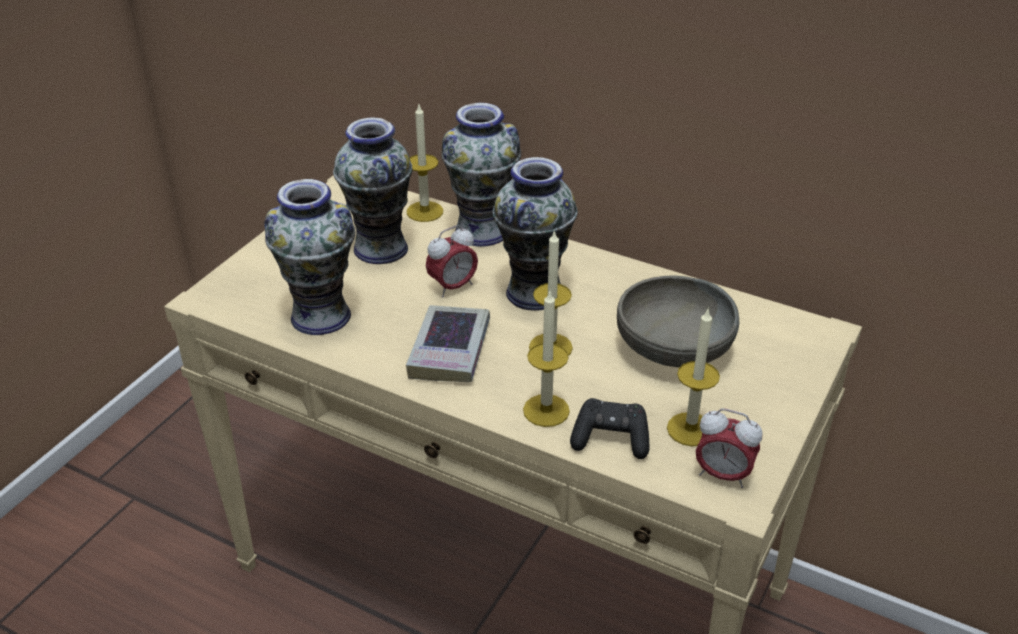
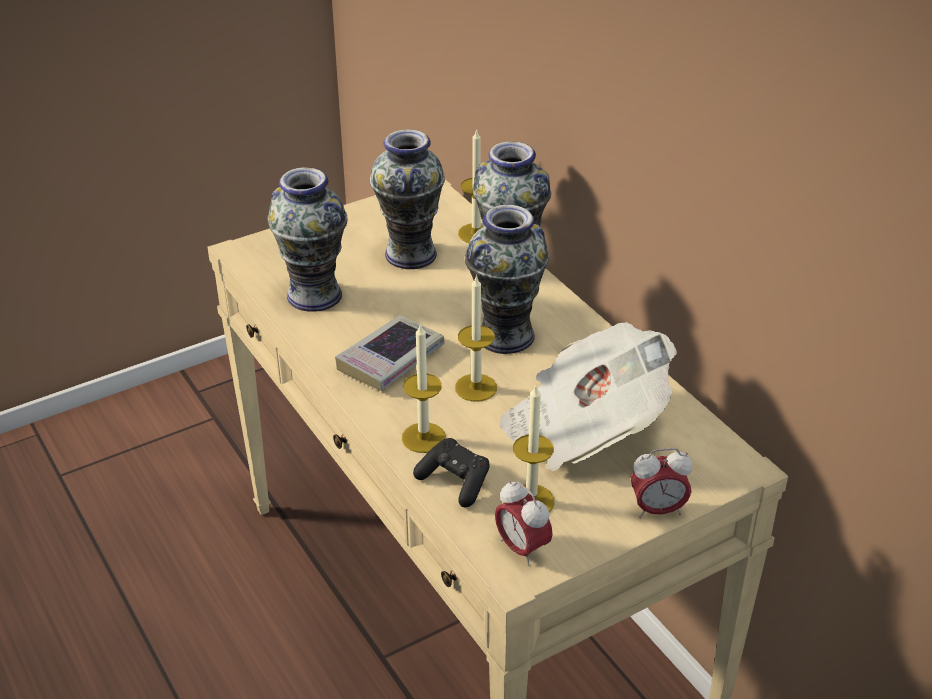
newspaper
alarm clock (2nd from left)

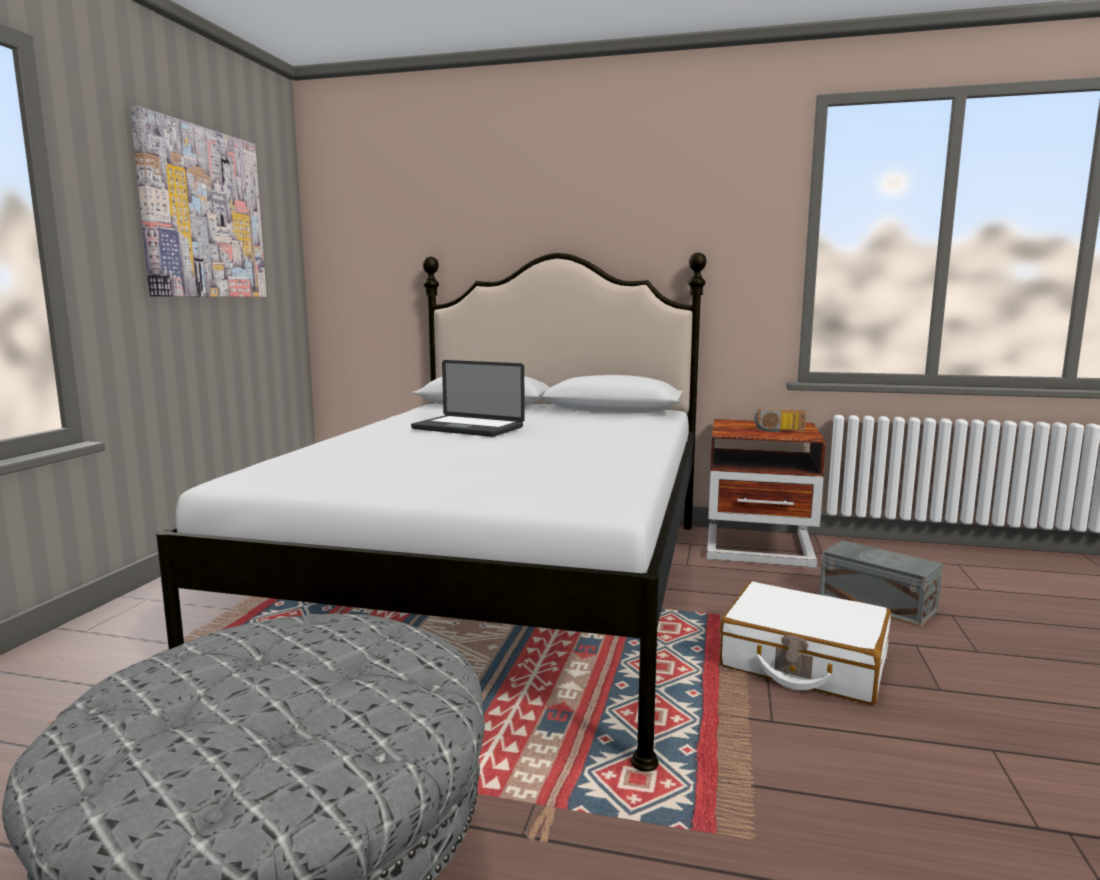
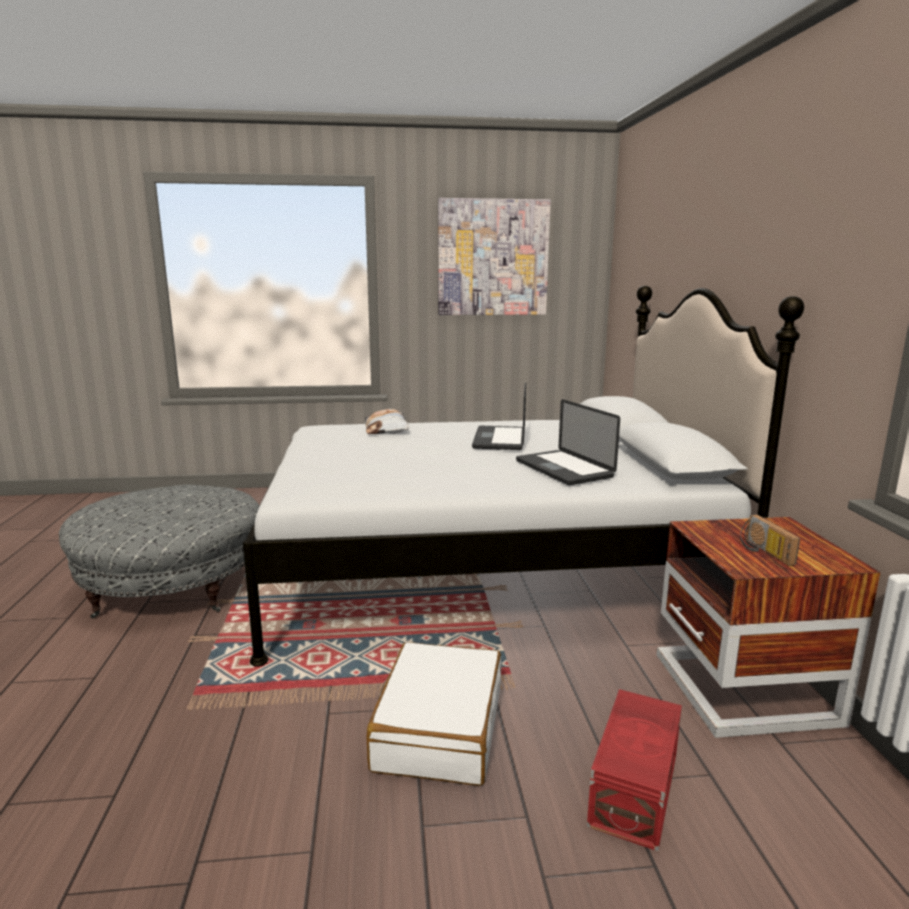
pillow
laptop (2nd from left)
red storage box

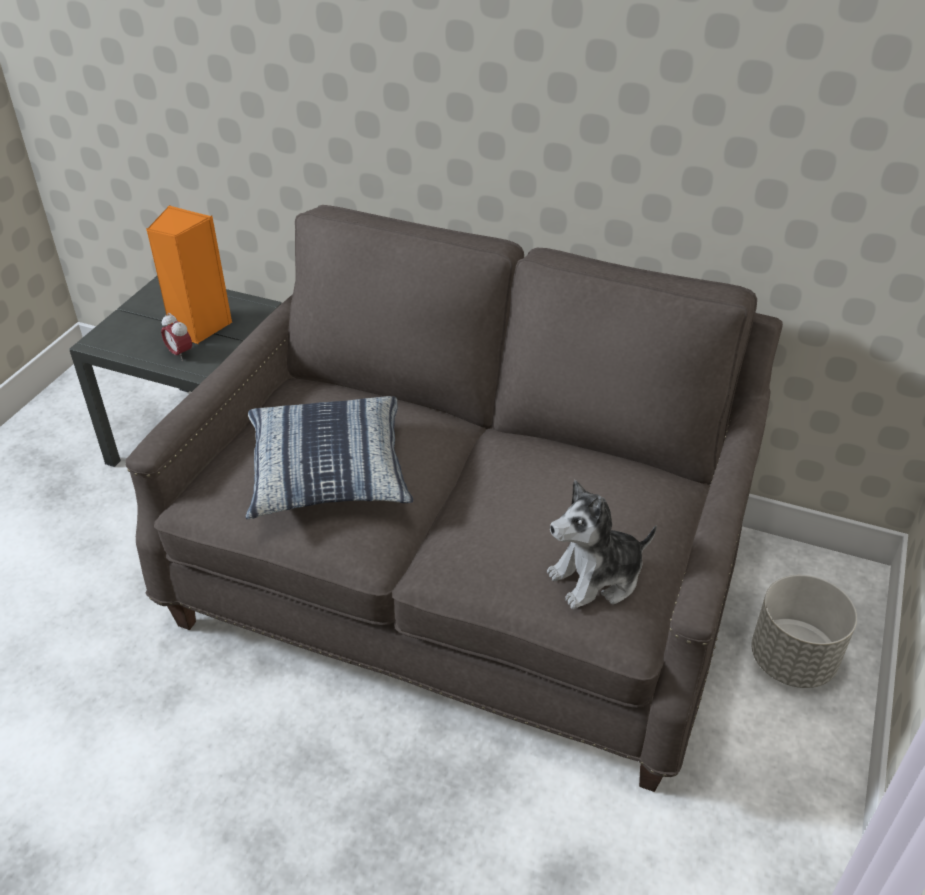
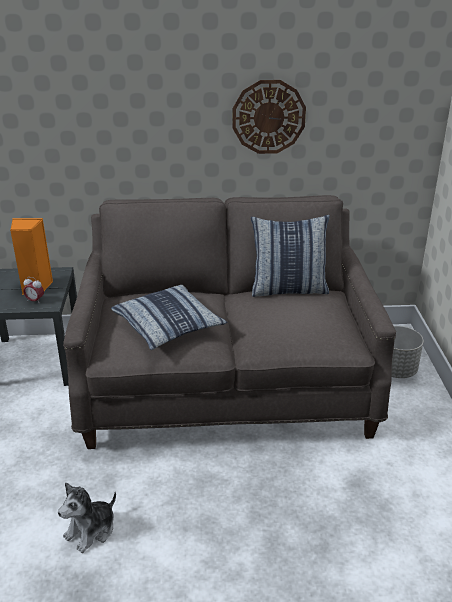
plush toy
wall clock
pillow (2nd from left)

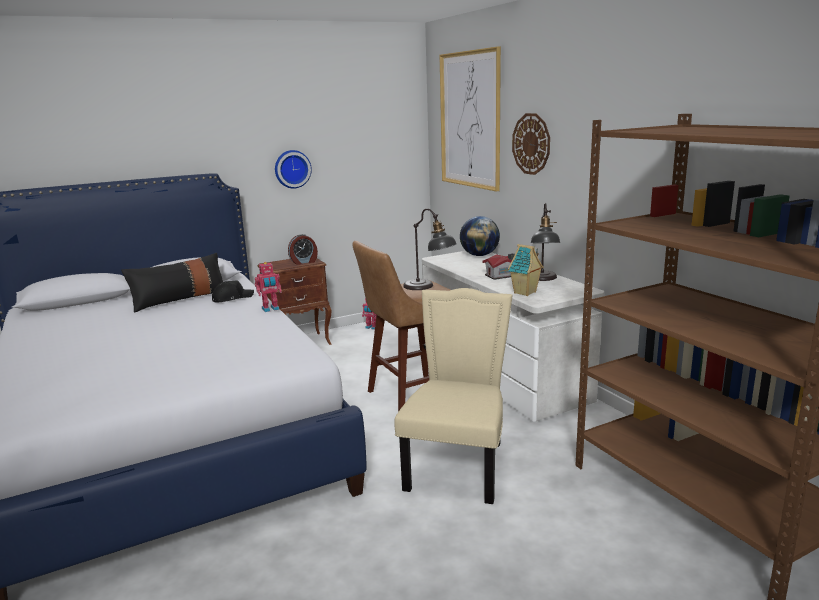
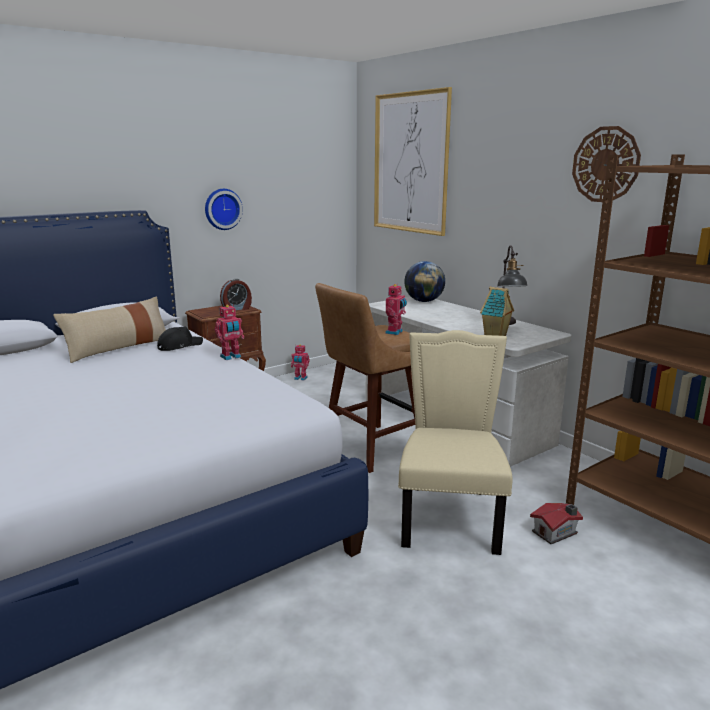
beige pillow
toy robot (3rd from left)
toy house (2nd from left)
wall clock (2nd from left)

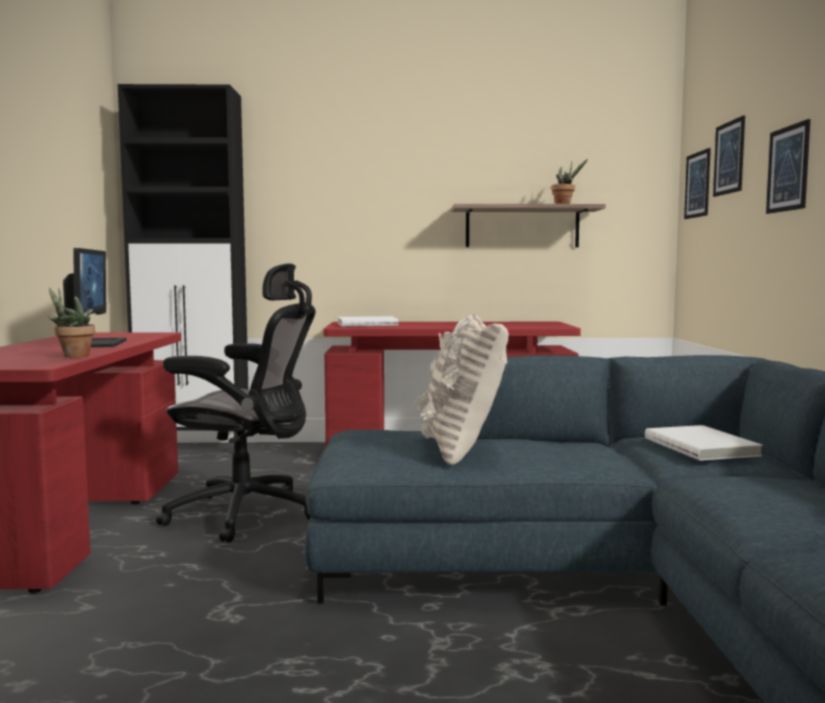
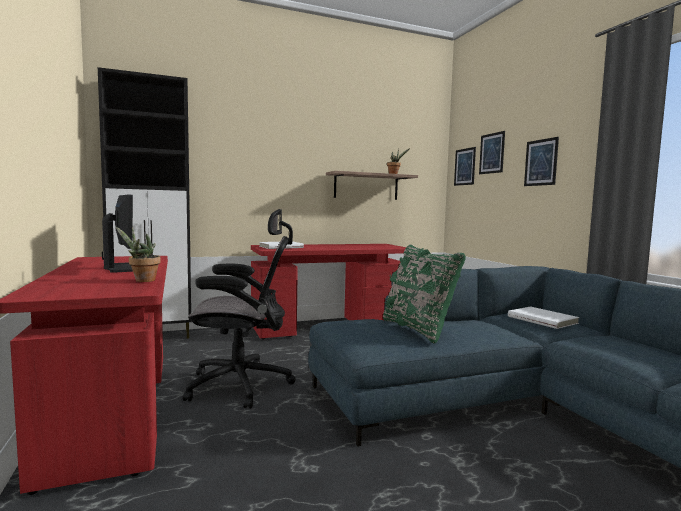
green pillow

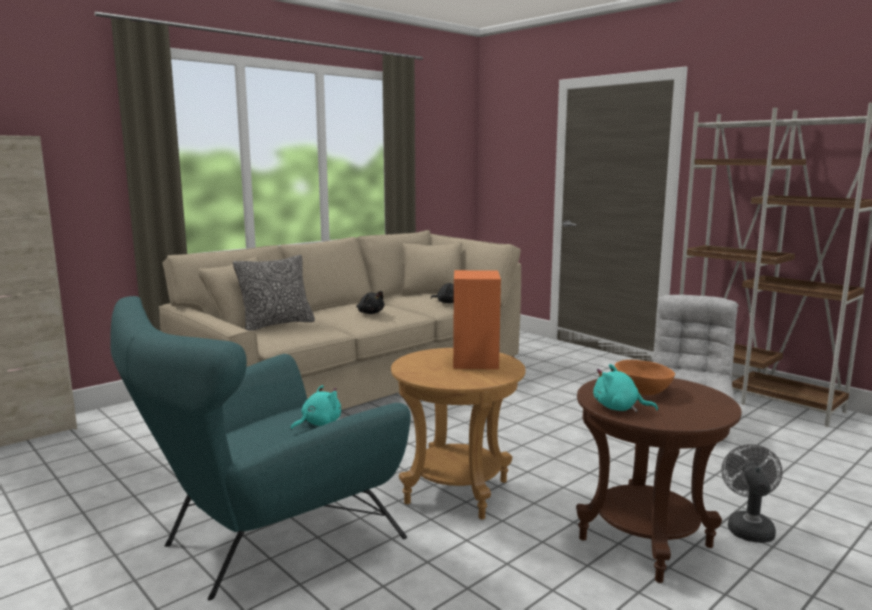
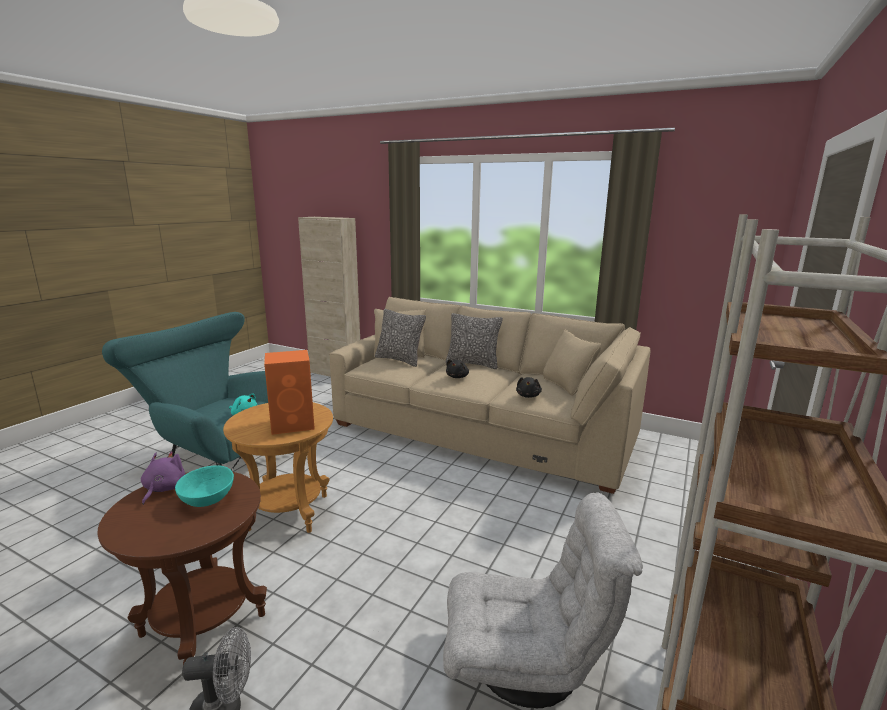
purple plush toy
turquoise bowl
pillow (2nd from left)

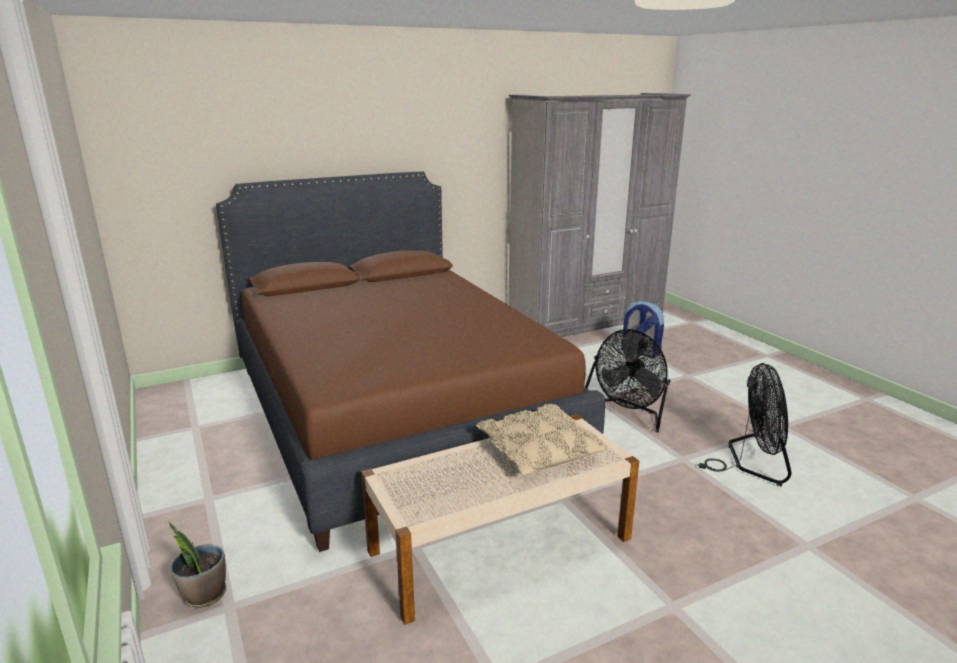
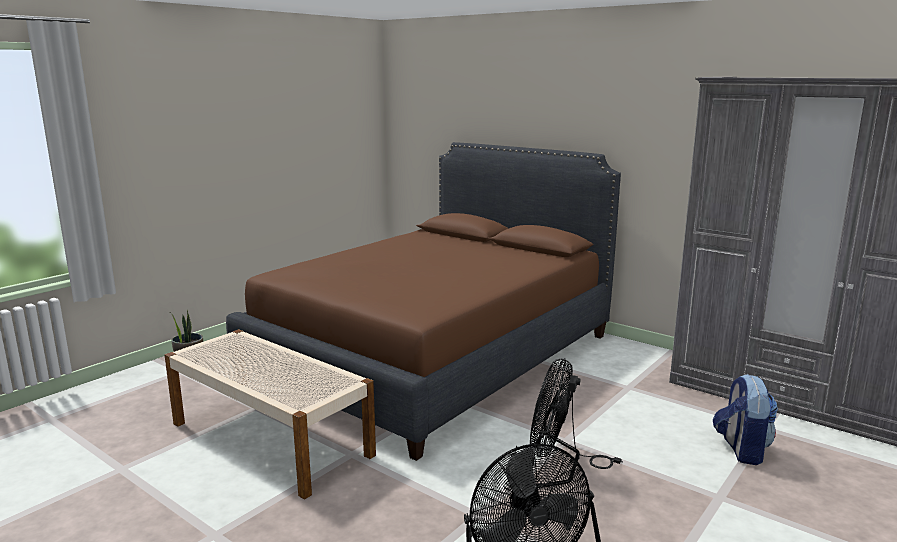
beige pillow

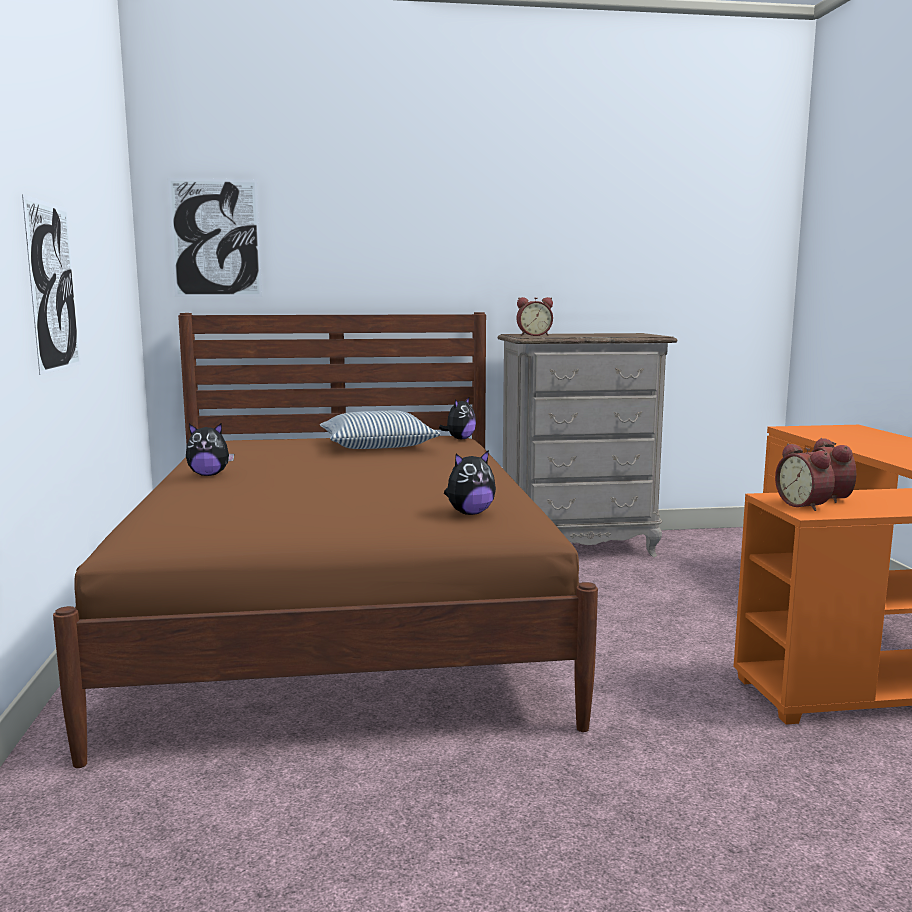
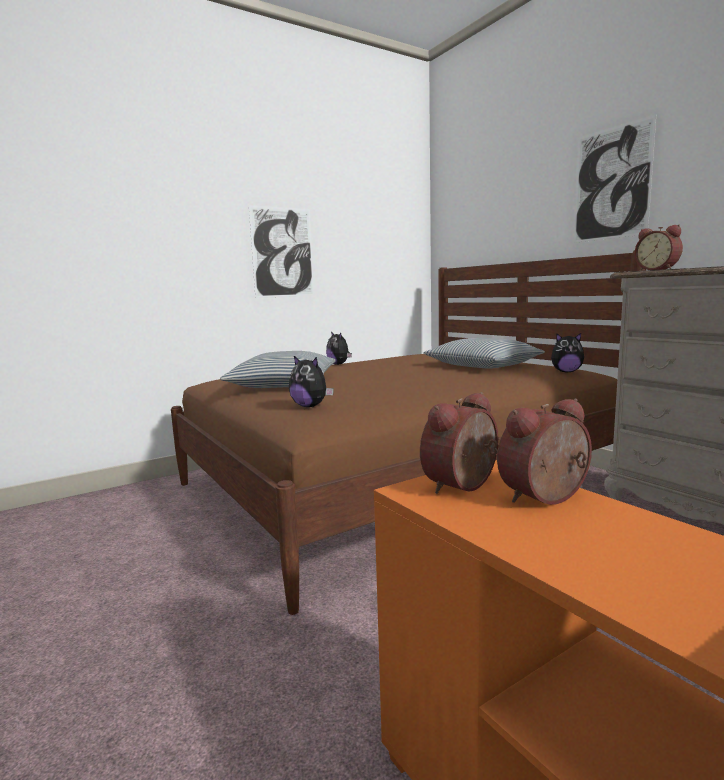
pillow (1st from left)
picture (2nd from left)

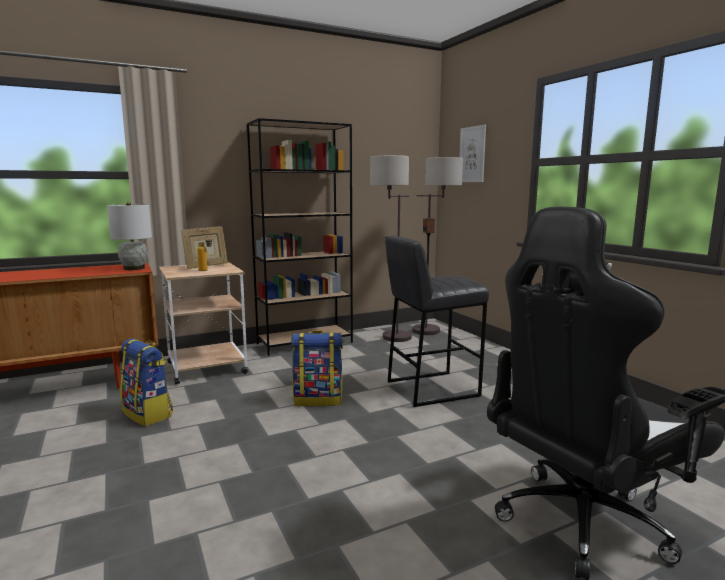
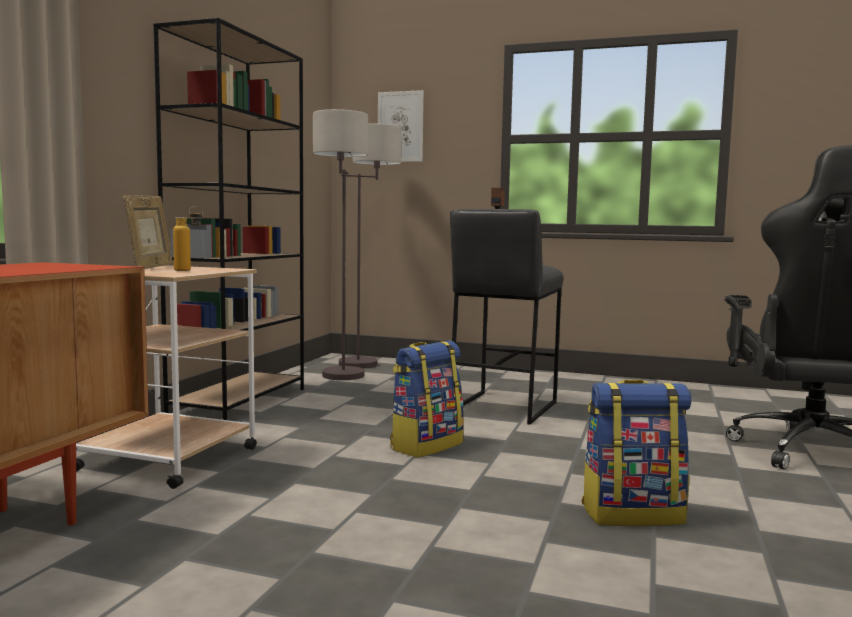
backpack (2nd from left)
white table lamp

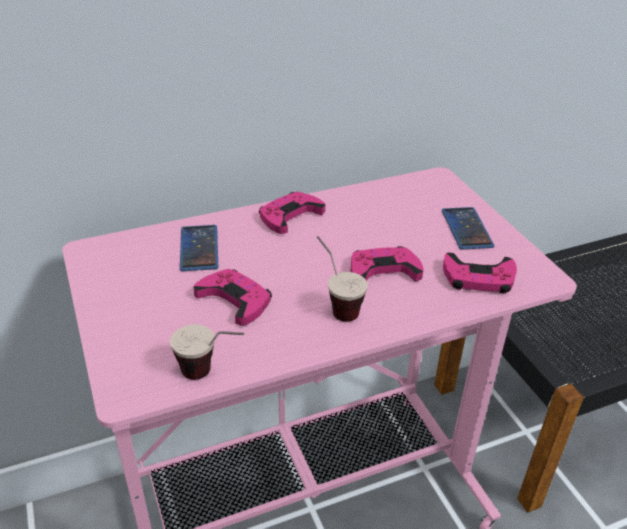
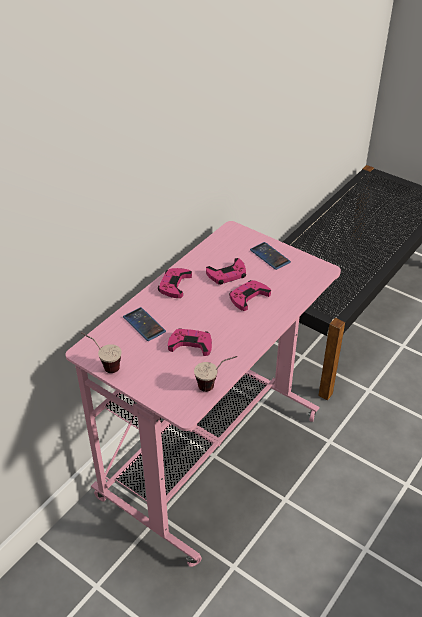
cup (1st from left)
pink game controller (3rd from left)

